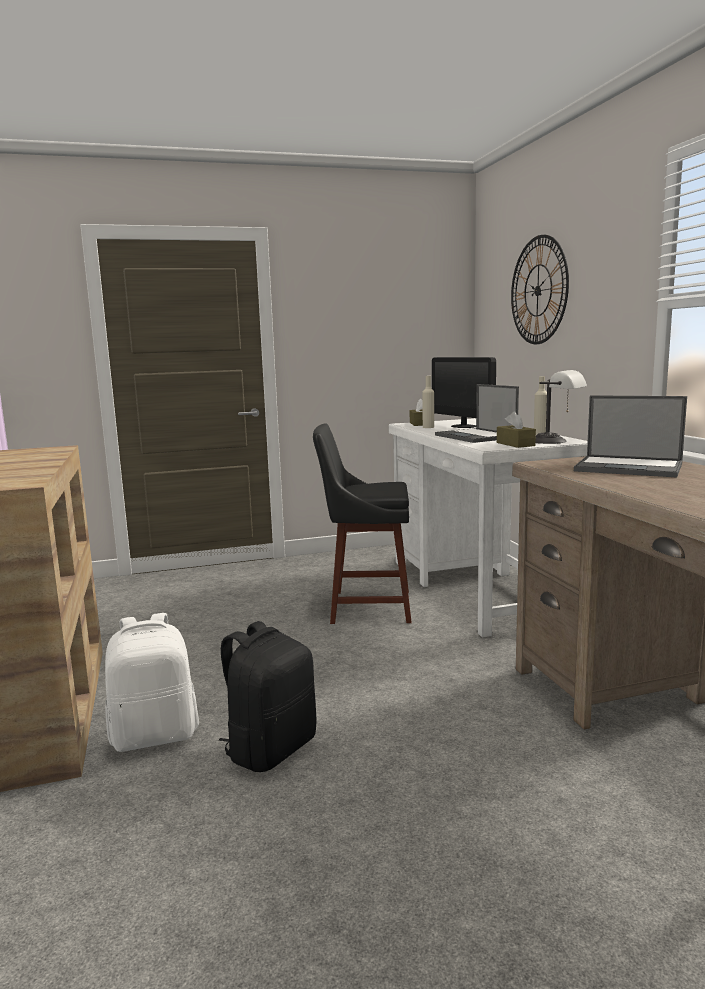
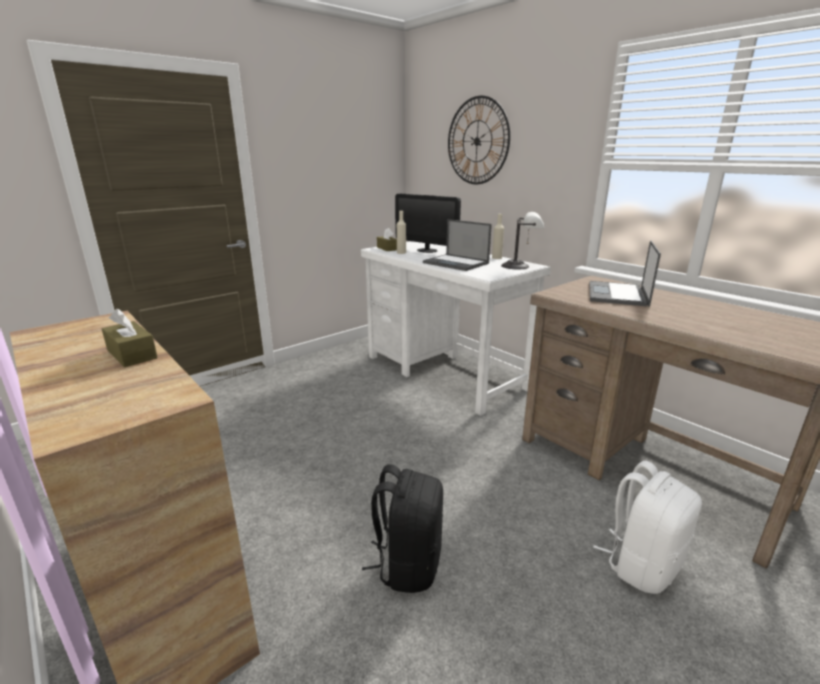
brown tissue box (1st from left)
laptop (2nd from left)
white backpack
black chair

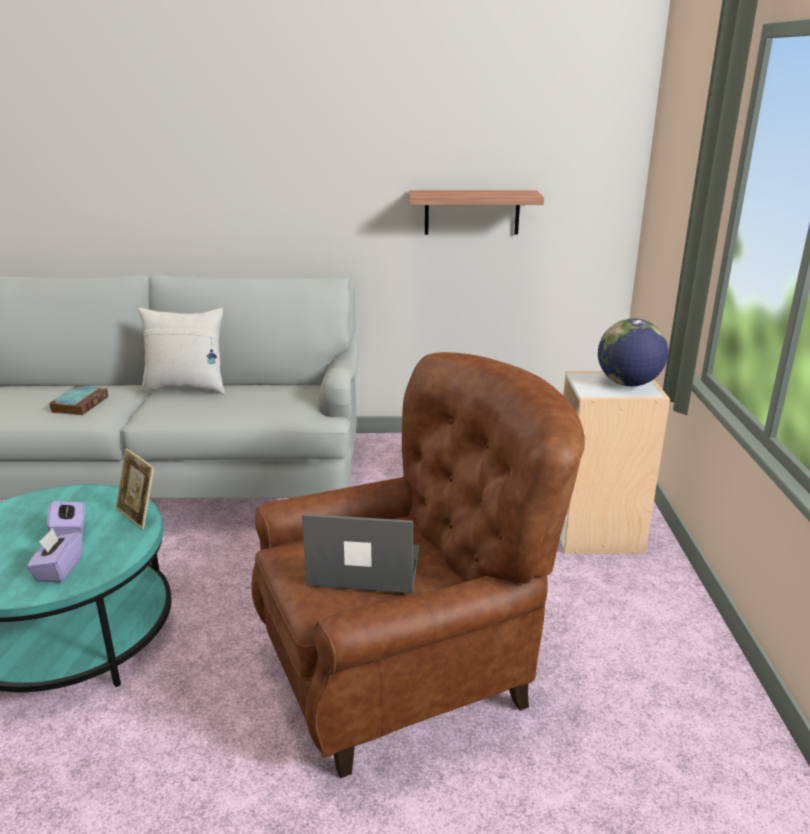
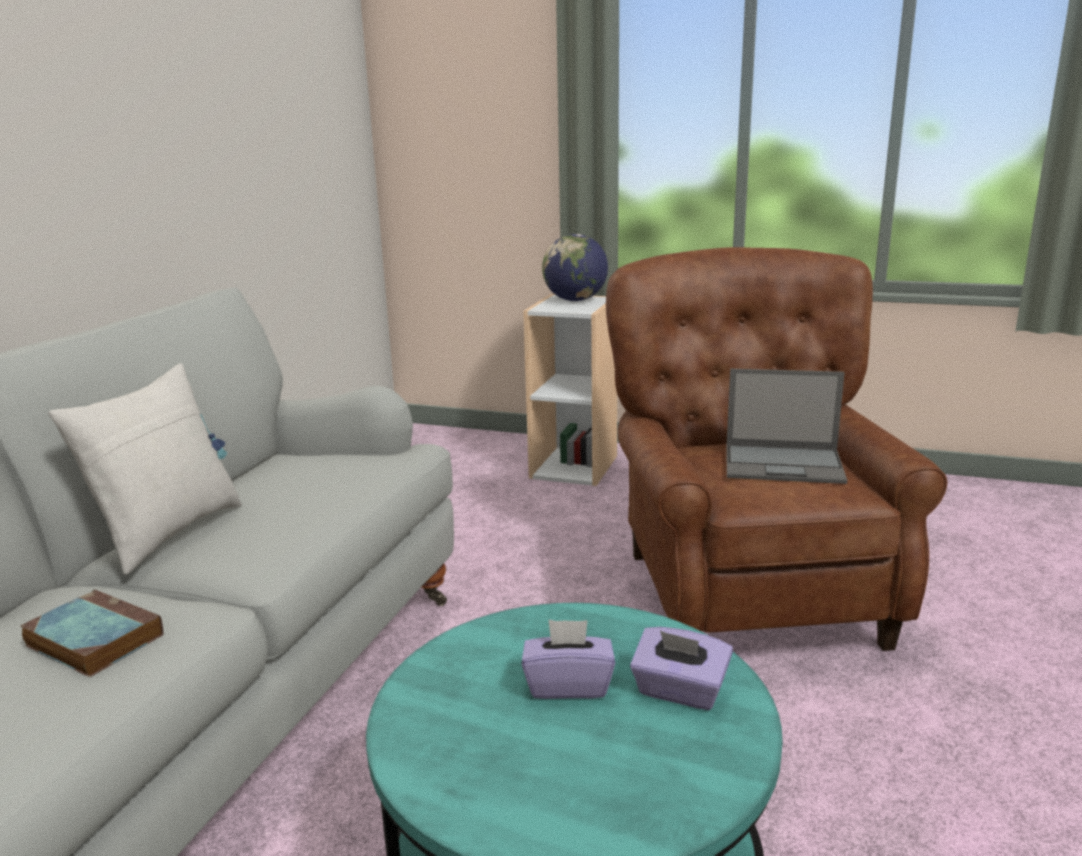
laptop
picture frame
shelf

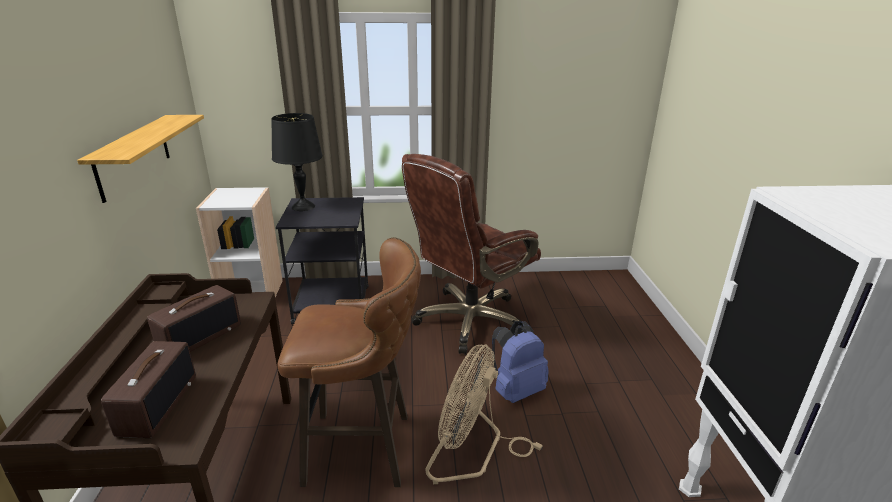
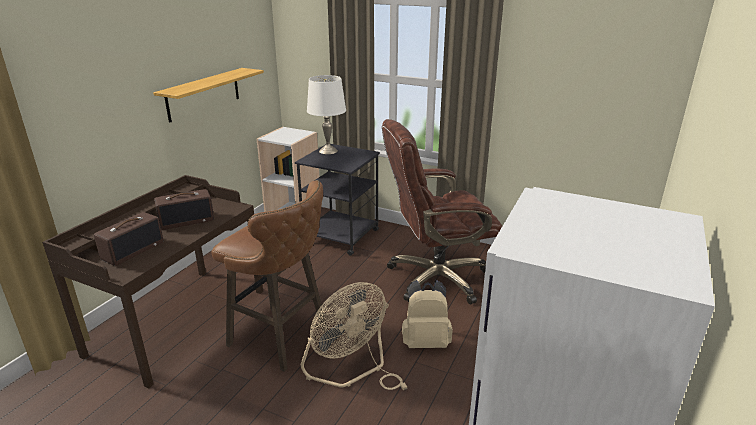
white table lamp
beige backpack

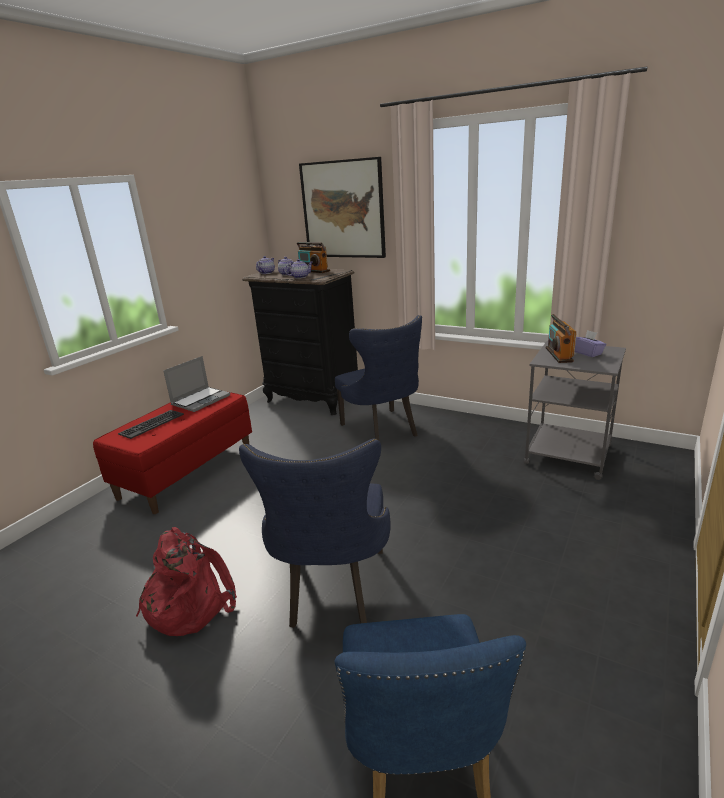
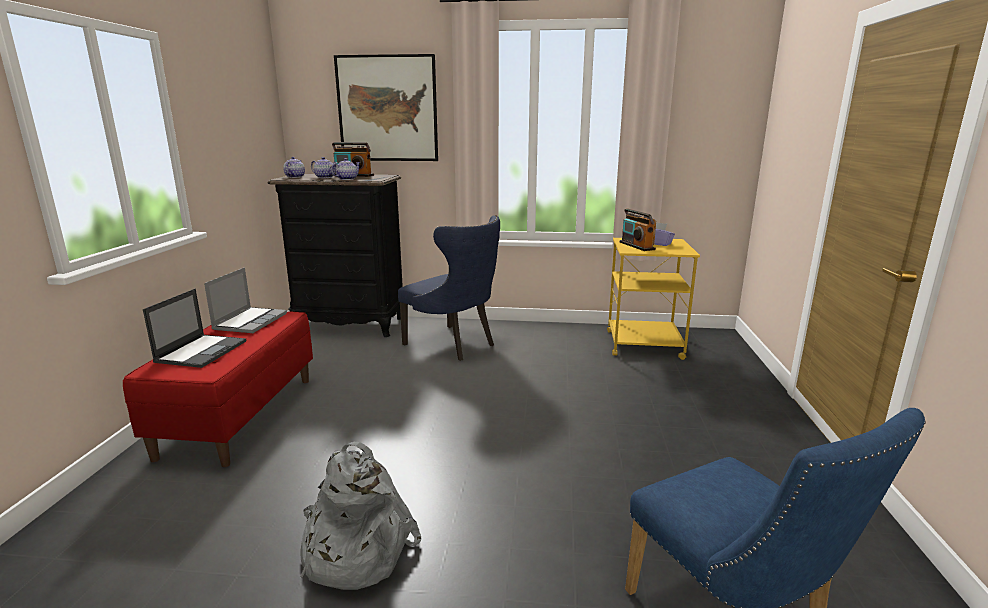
laptop (1st from left)
grey backpack
yellow cart
blue chair (1st from left in the first image)

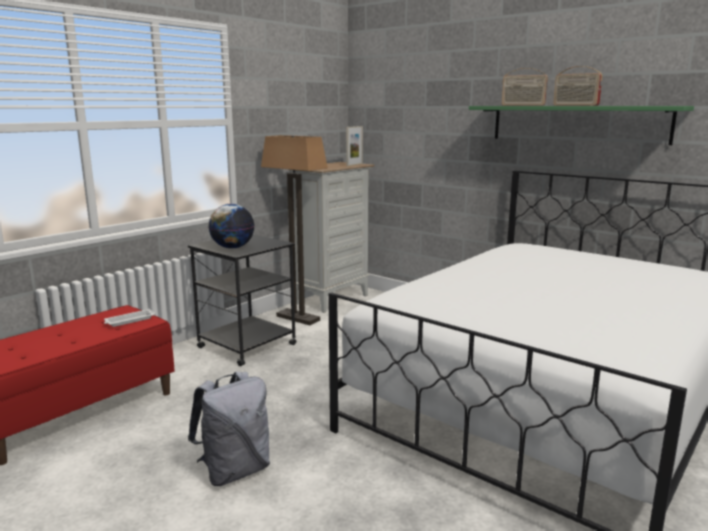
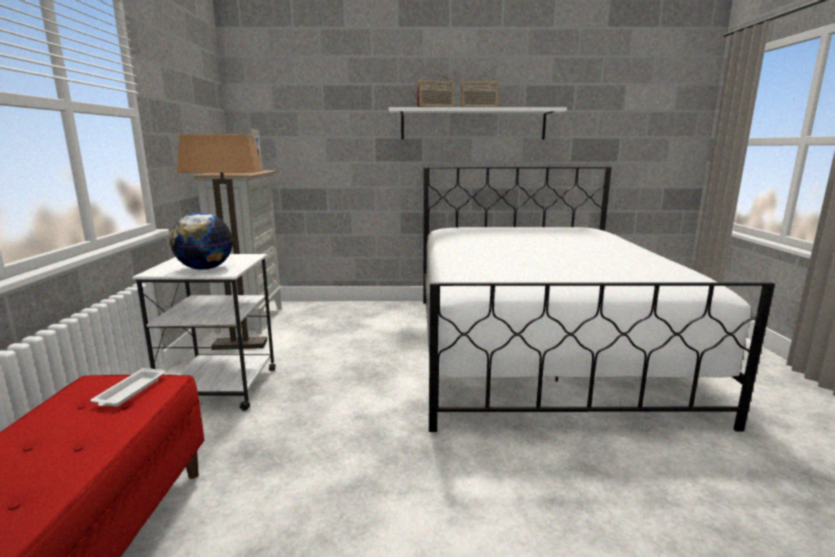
white cart
white shelf
grey backpack

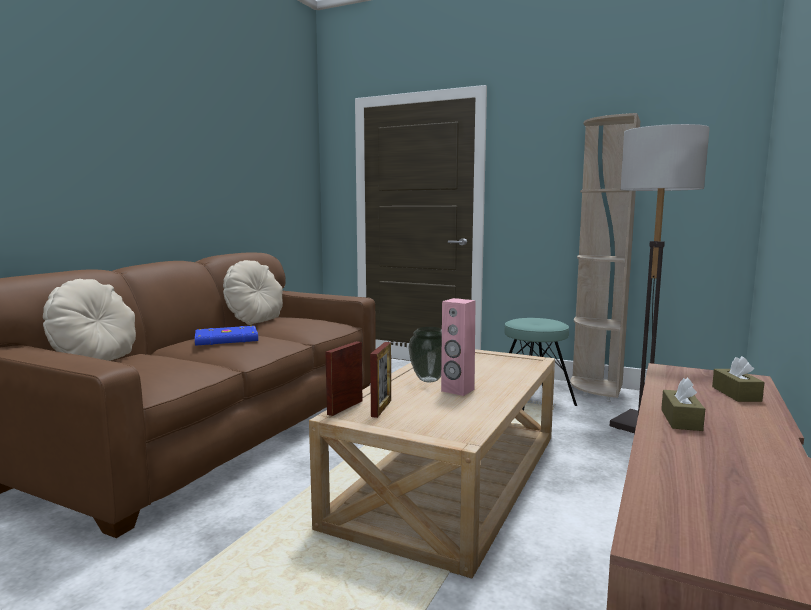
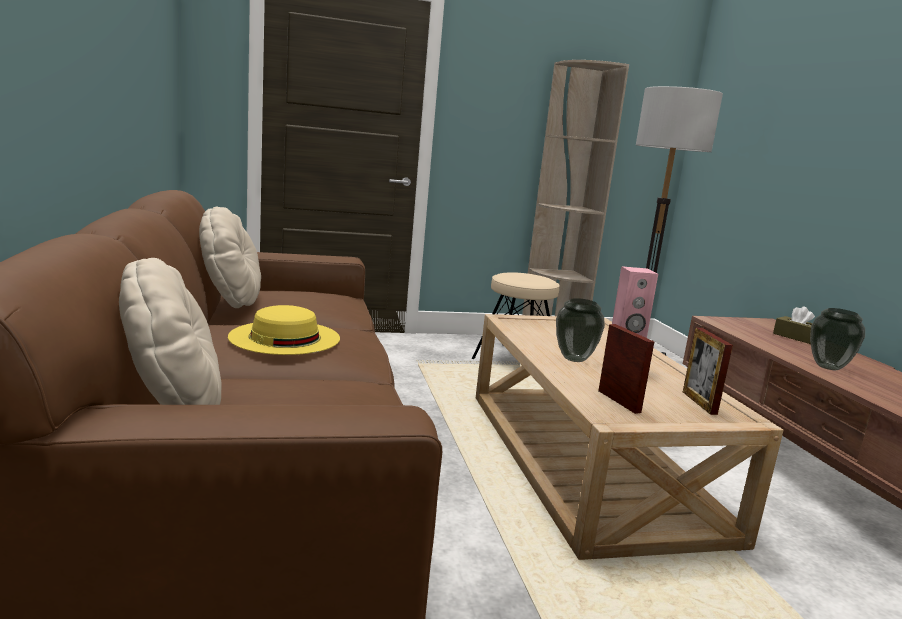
yellow hat
beige stool
picture frame (2nd from left)
vase (2nd from left)

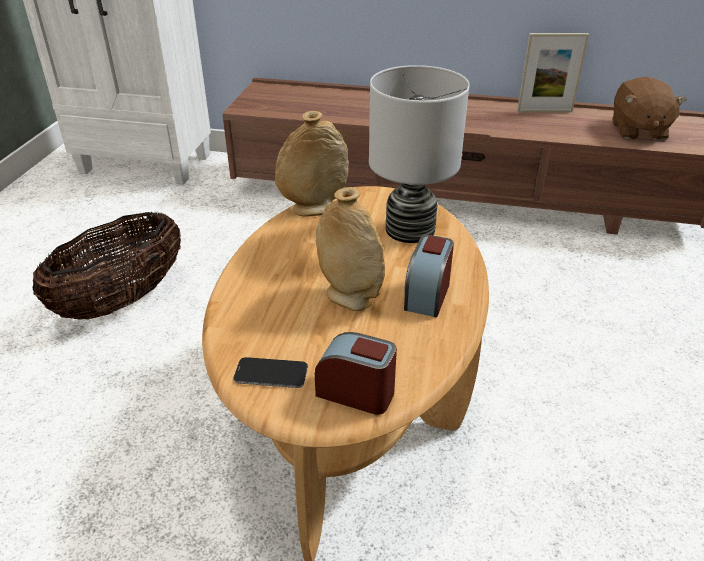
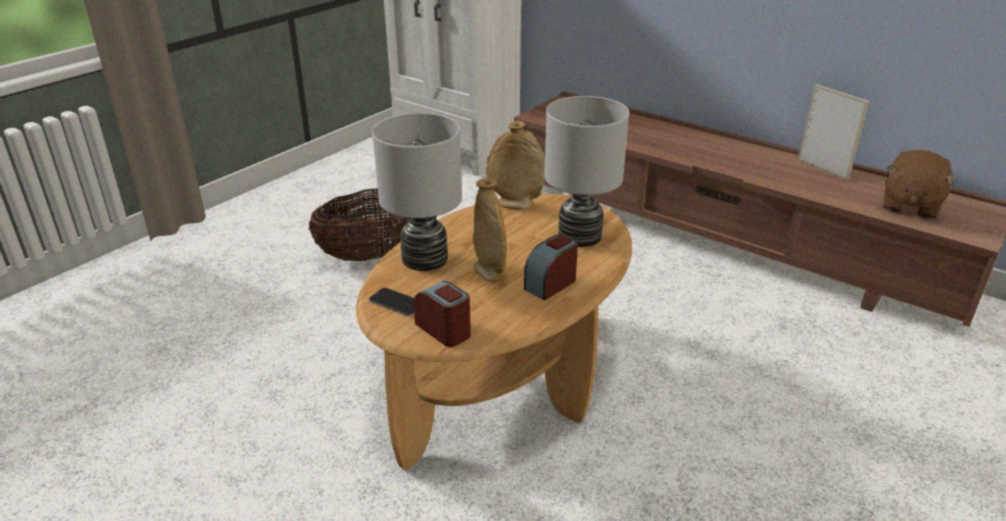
grey table lamp (1st from left)
picture frame

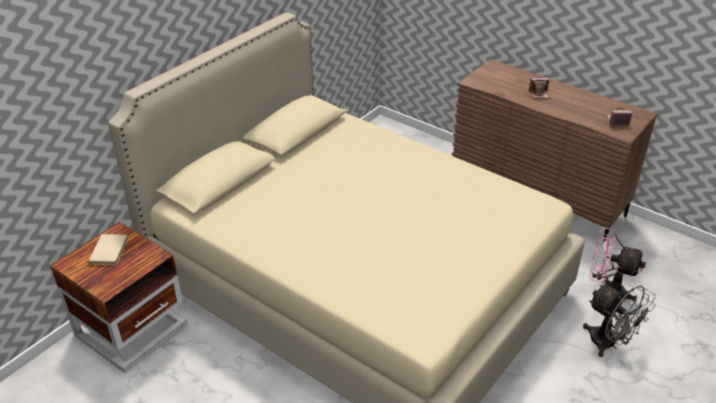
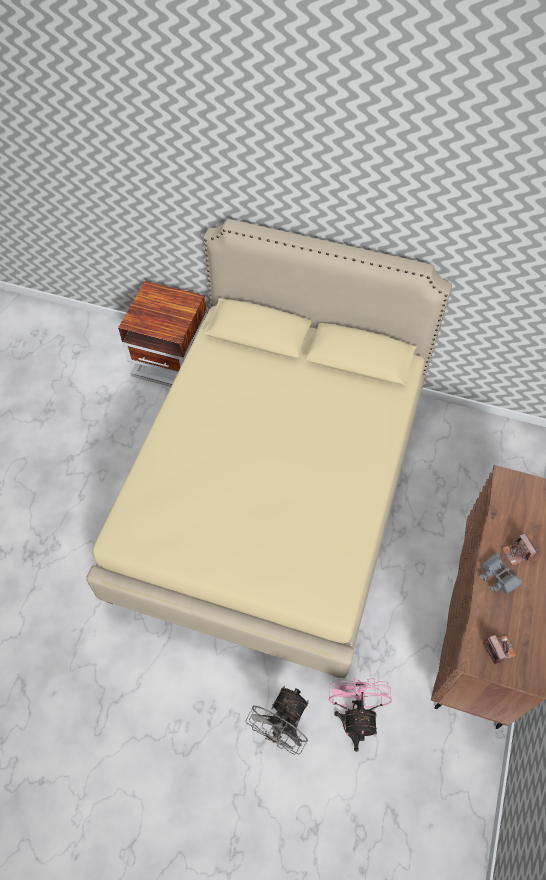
grey binoculars
beige book

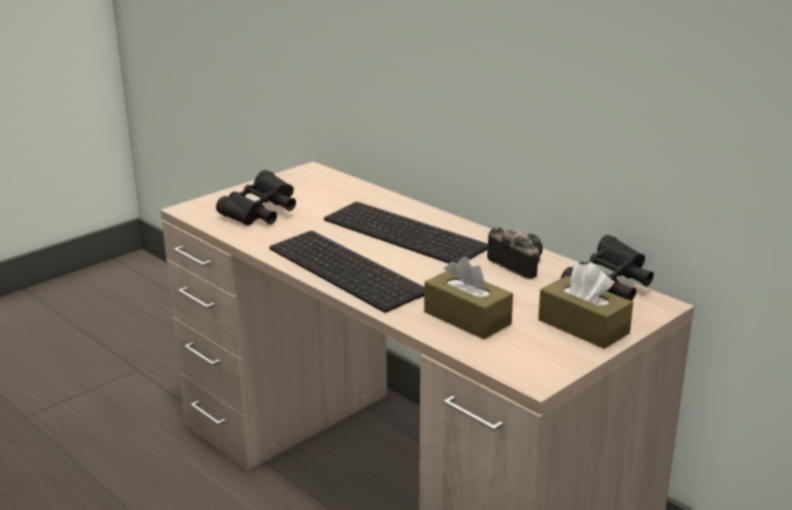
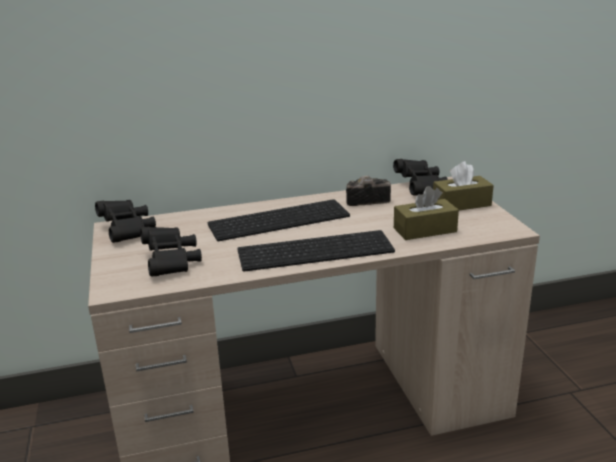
black binoculars (1st from left)

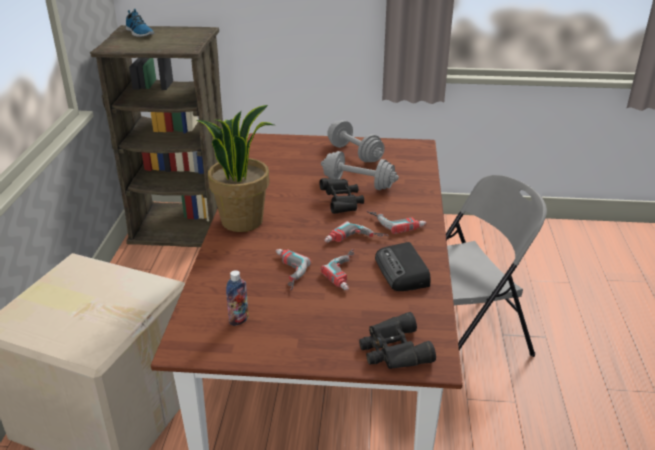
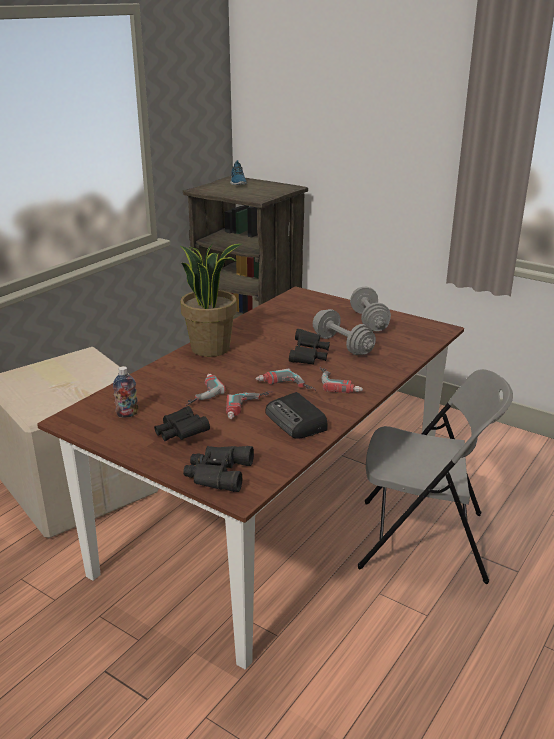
black binoculars (1st from left)
radio

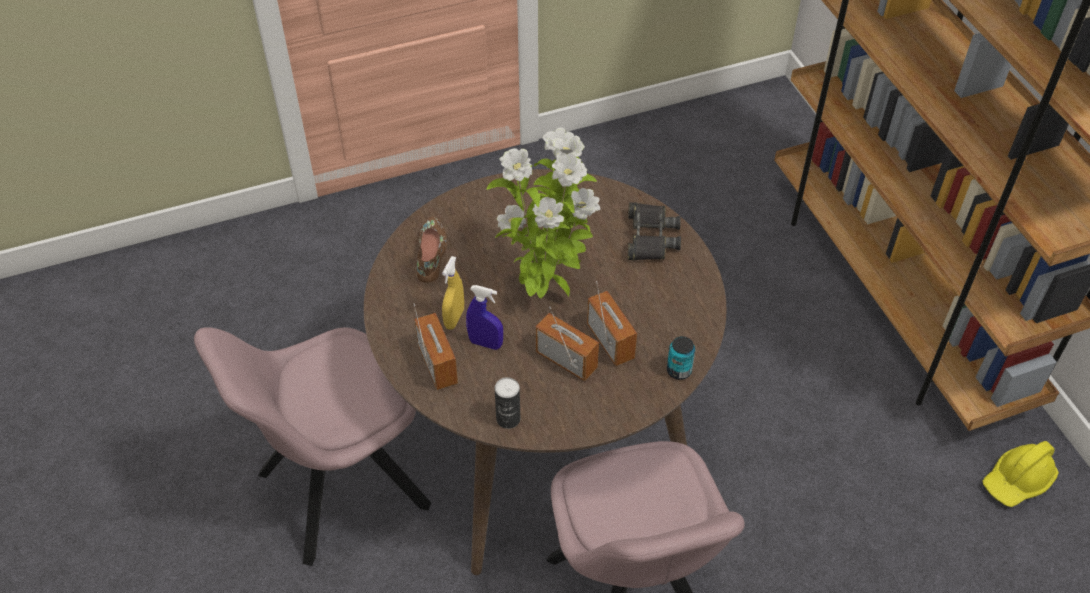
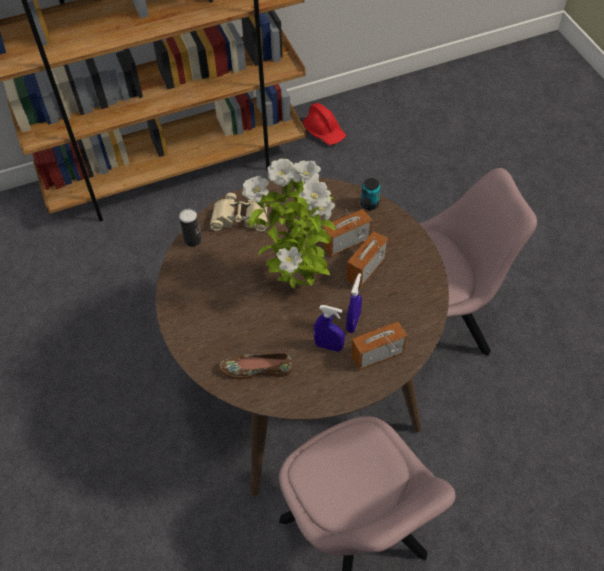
can (1st from left)
beige binoculars
red hard hat
blue spray bottle (1st from left)

